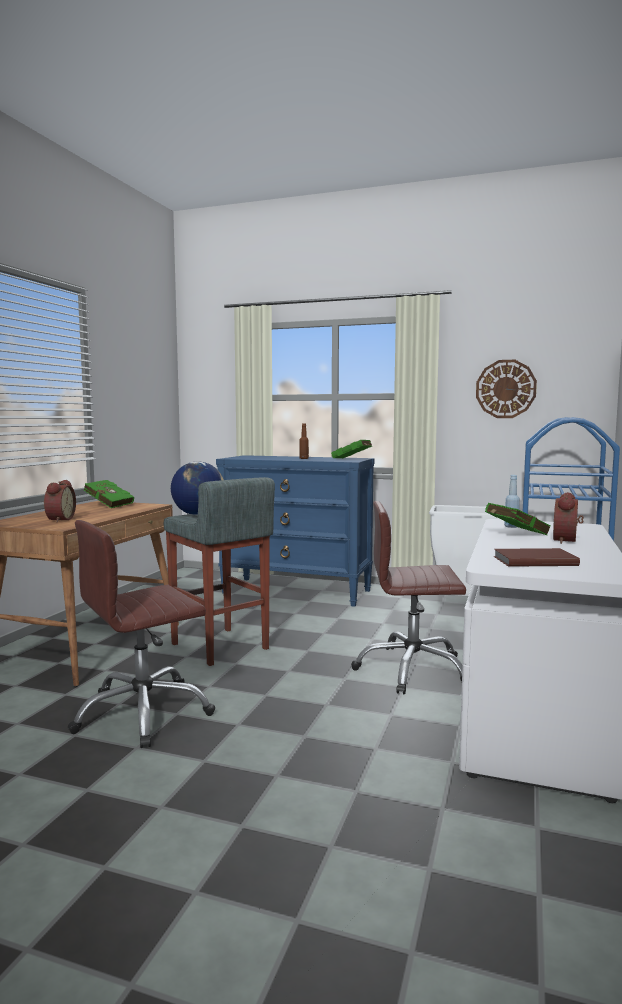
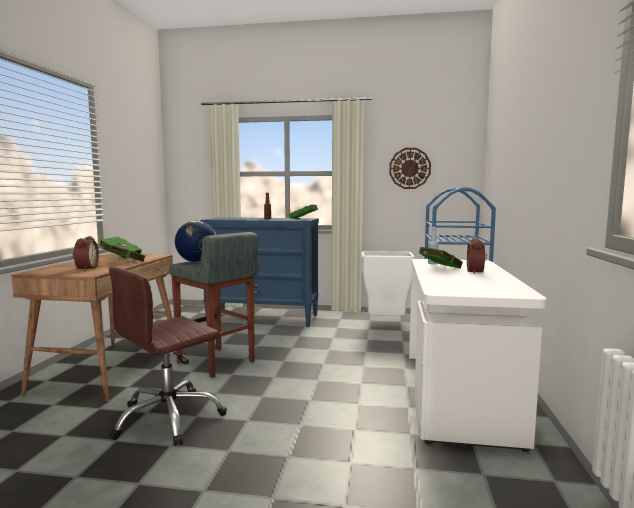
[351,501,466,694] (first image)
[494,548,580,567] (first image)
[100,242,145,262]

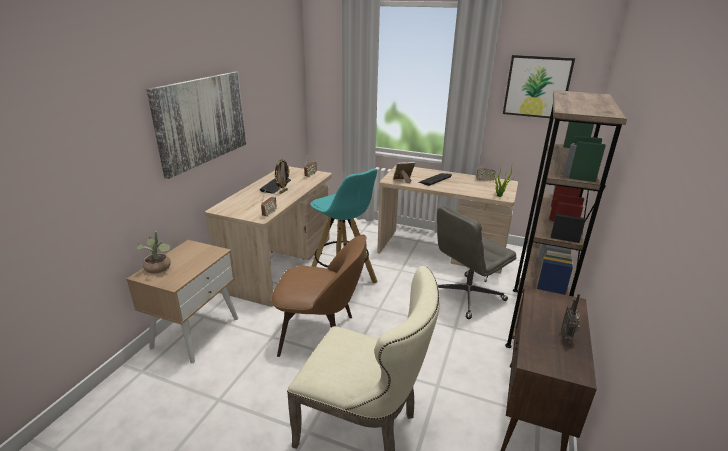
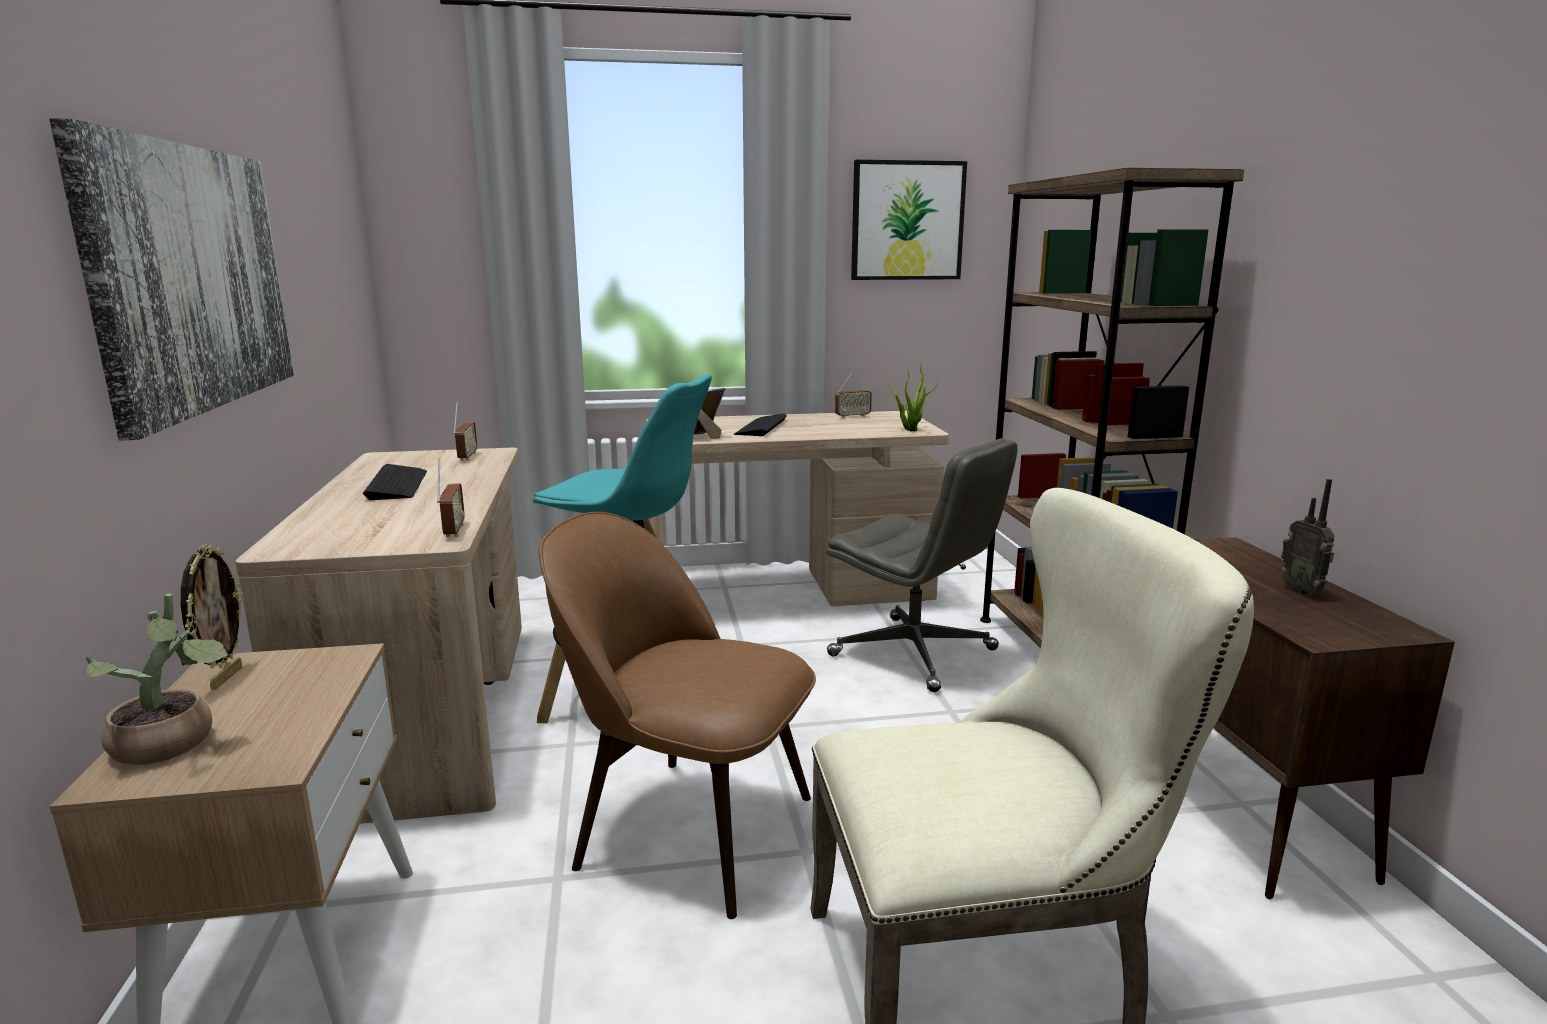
[181,544,243,690]
[827,438,1018,692]
[539,512,816,919]

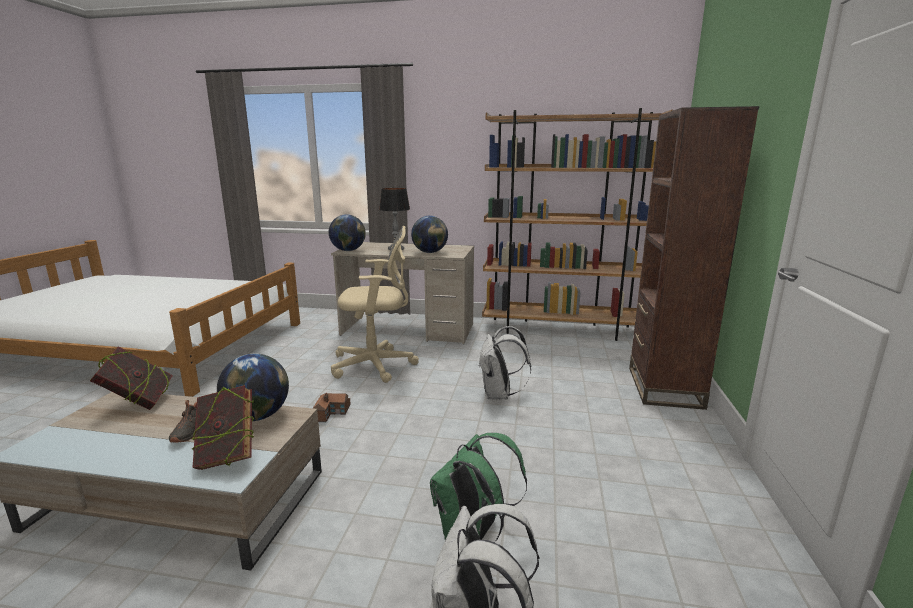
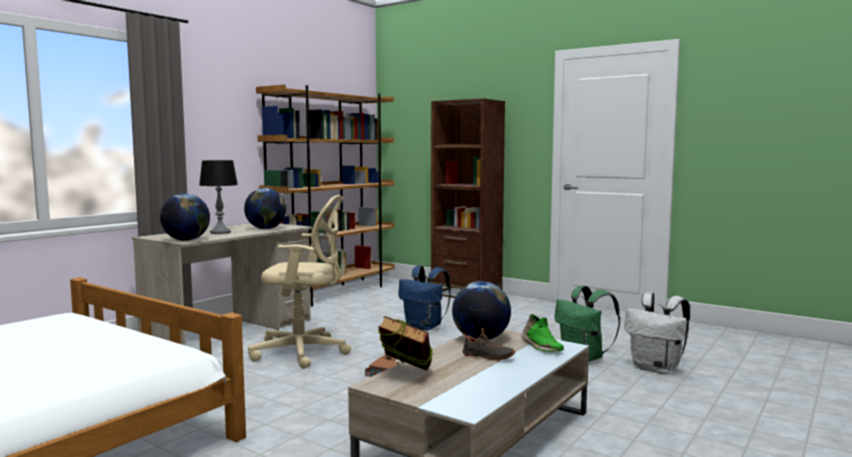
[248,195,351,369]
[398,266,451,330]
[521,314,564,352]

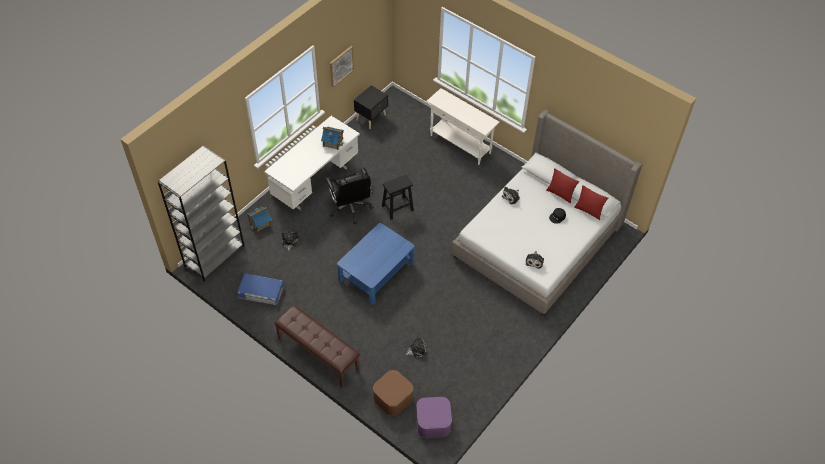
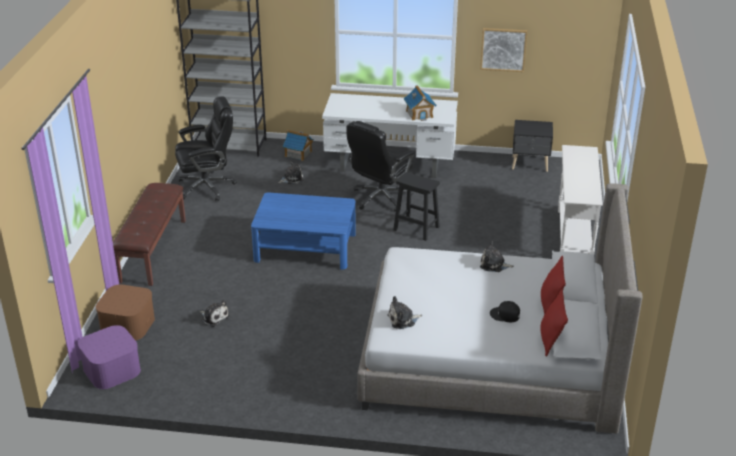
[175,96,237,201]

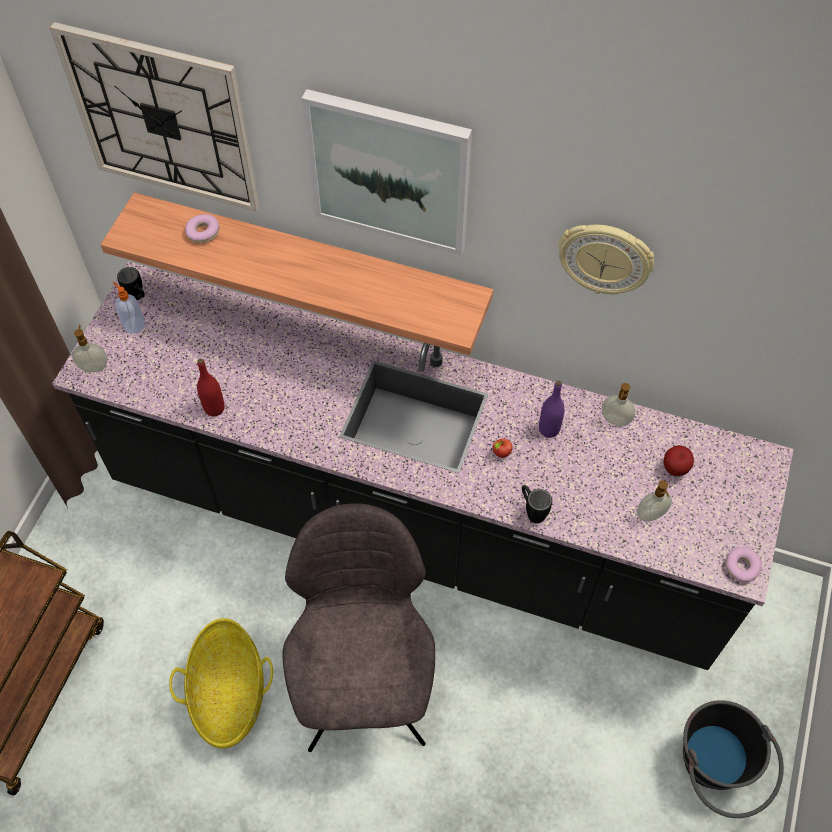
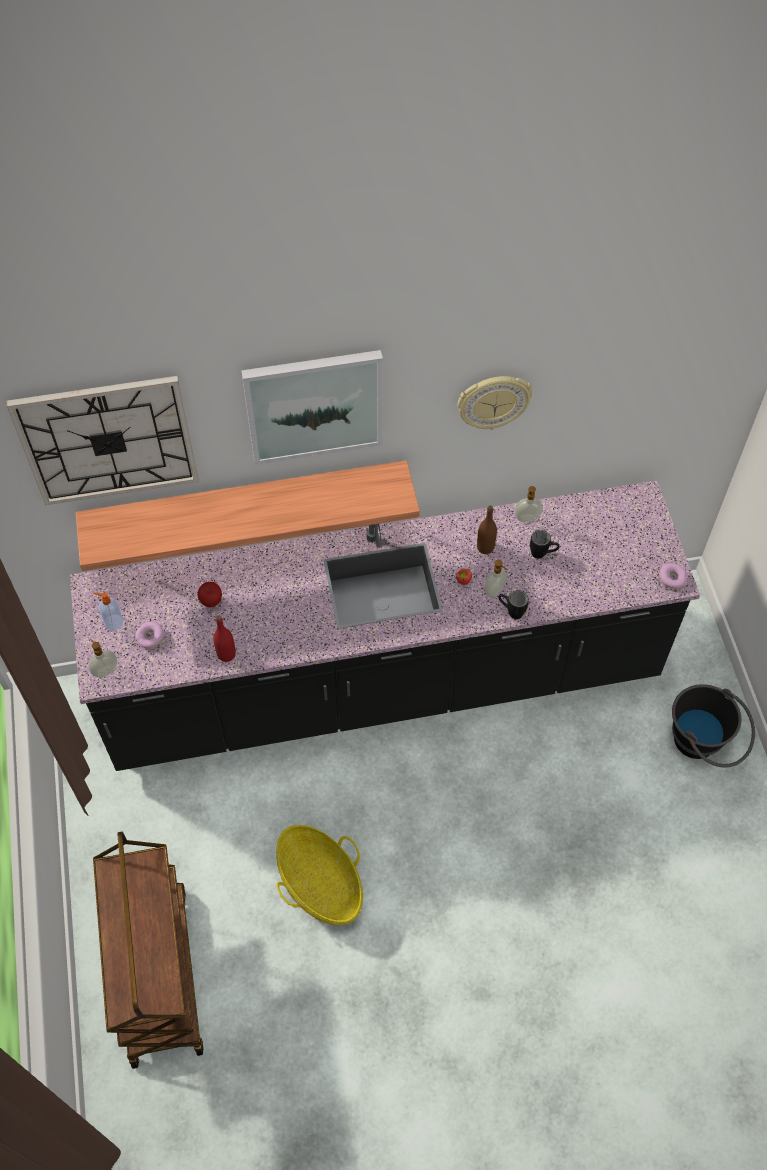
[135,621,164,649]
[530,530,560,559]
[477,506,497,554]
[197,582,222,607]
[485,560,507,598]
[283,503,435,752] (first image)

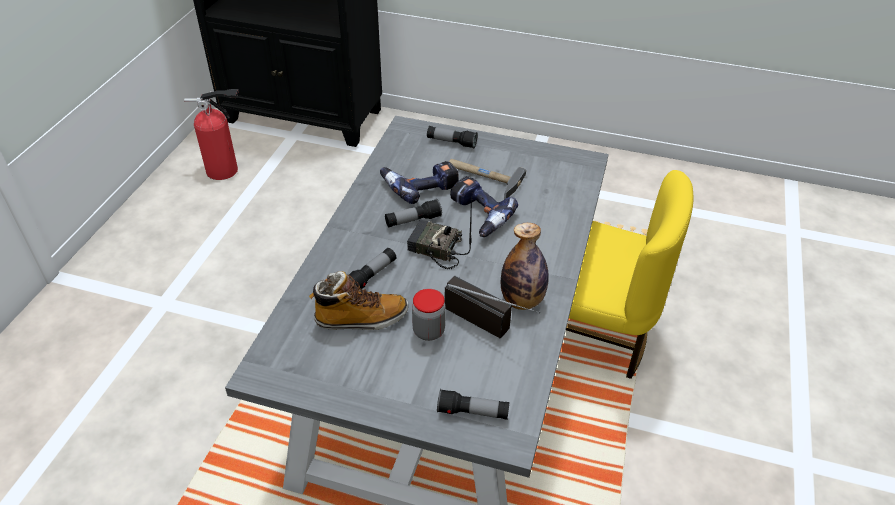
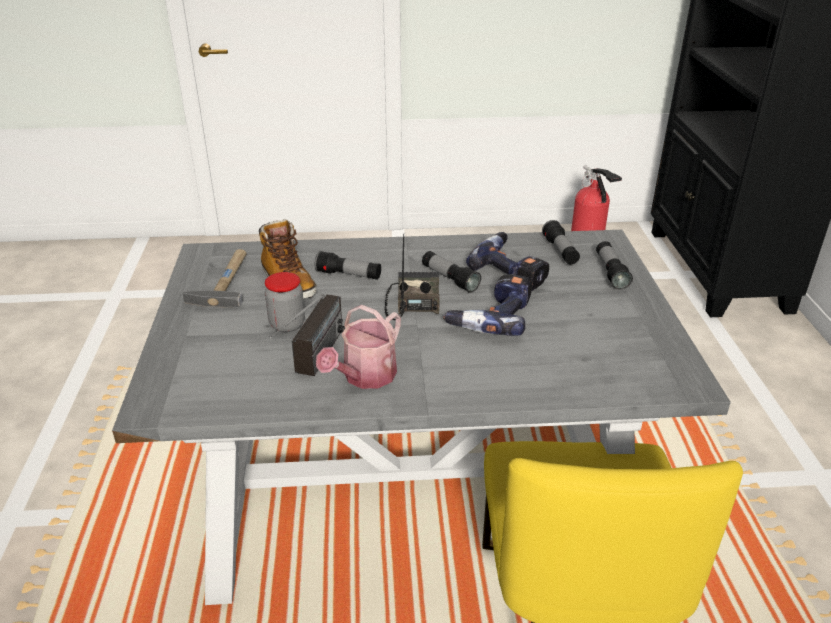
[182,249,247,307]
[316,305,401,389]
[542,220,580,264]

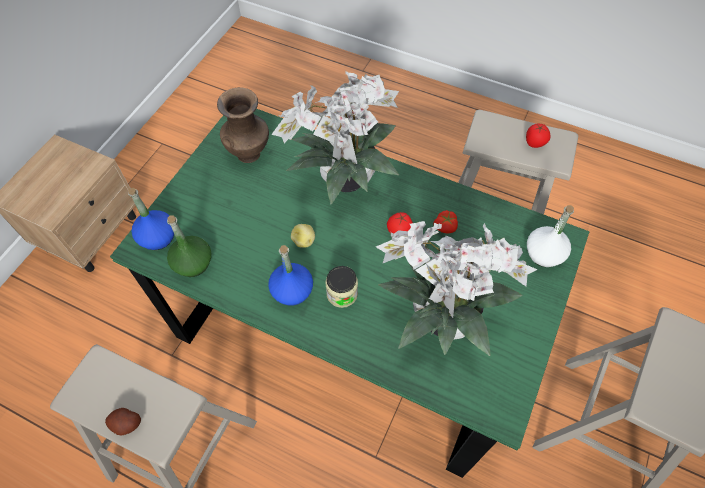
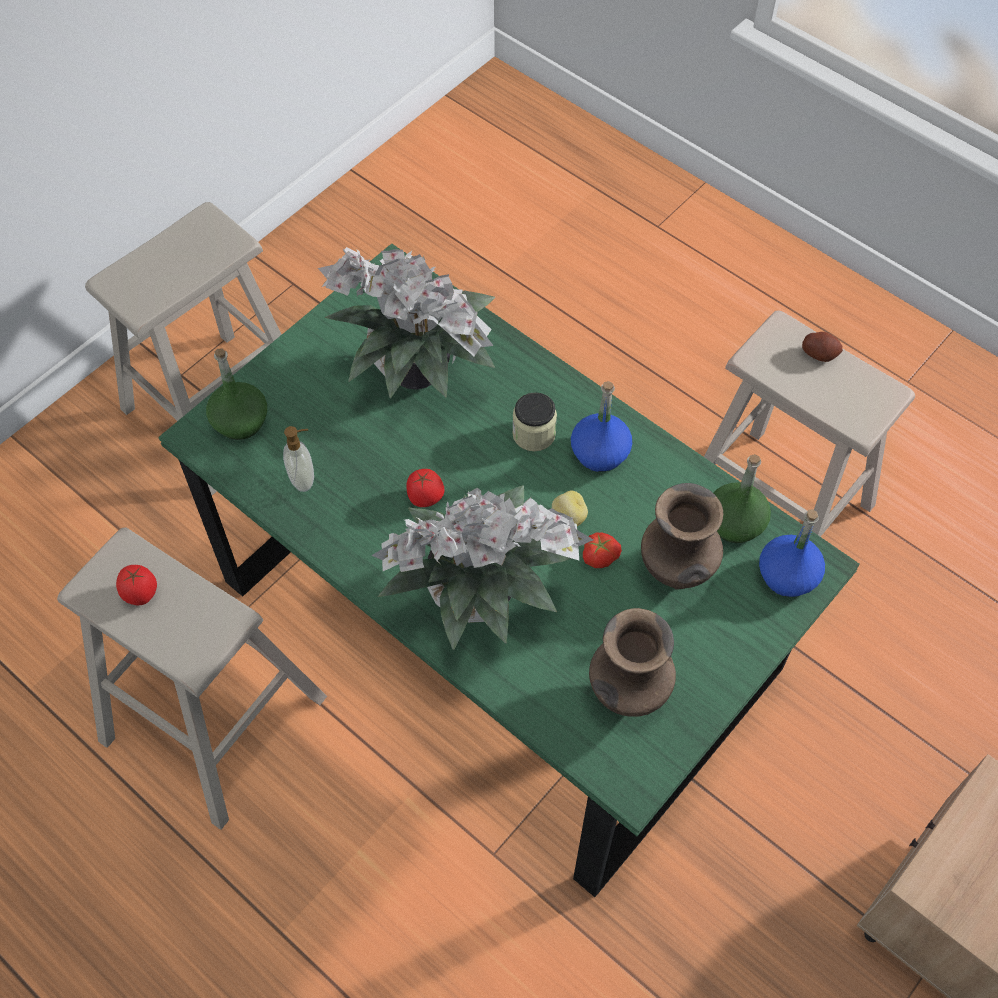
[206,349,267,440]
[583,532,622,568]
[283,426,314,492]
[641,483,723,589]

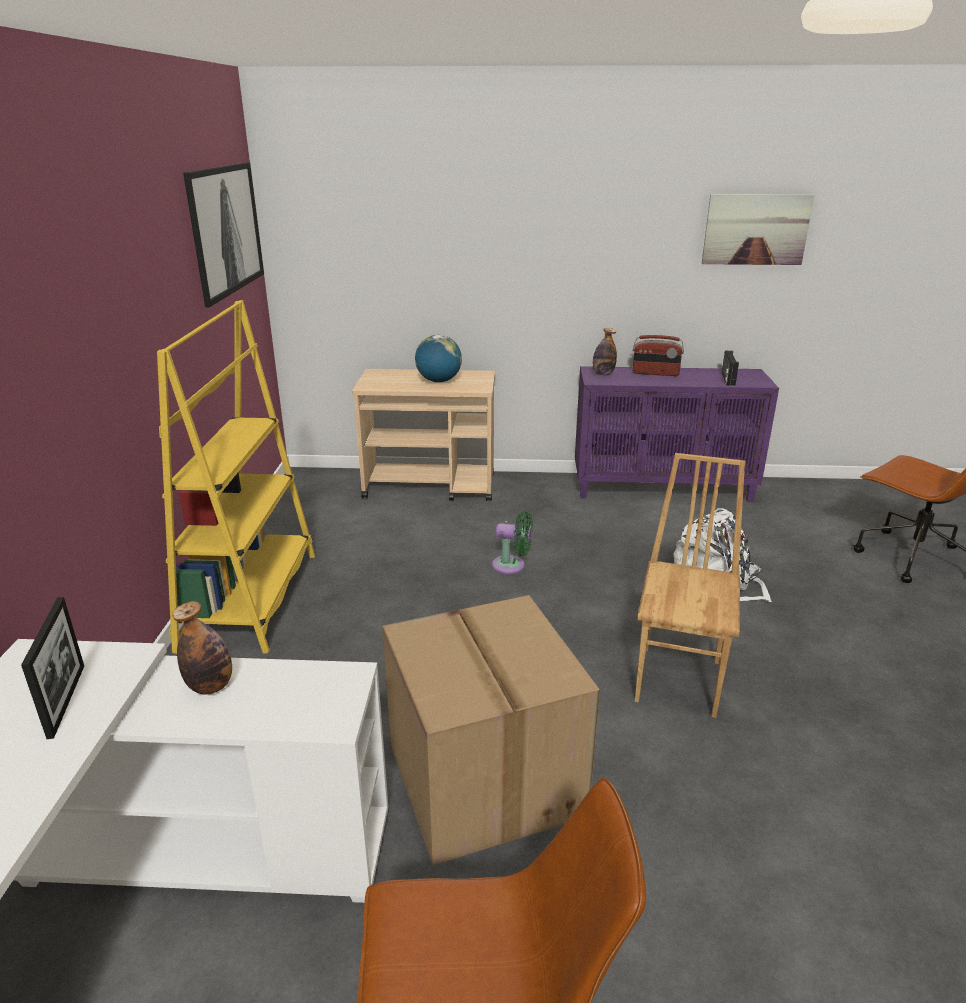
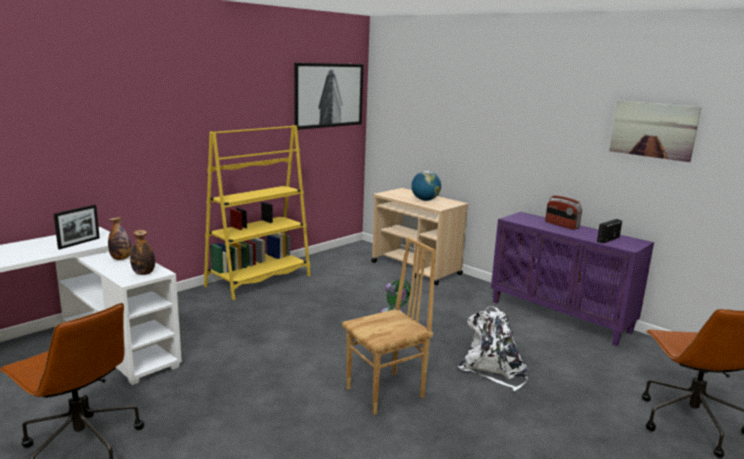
[130,230,155,275]
[382,595,600,865] (first image)

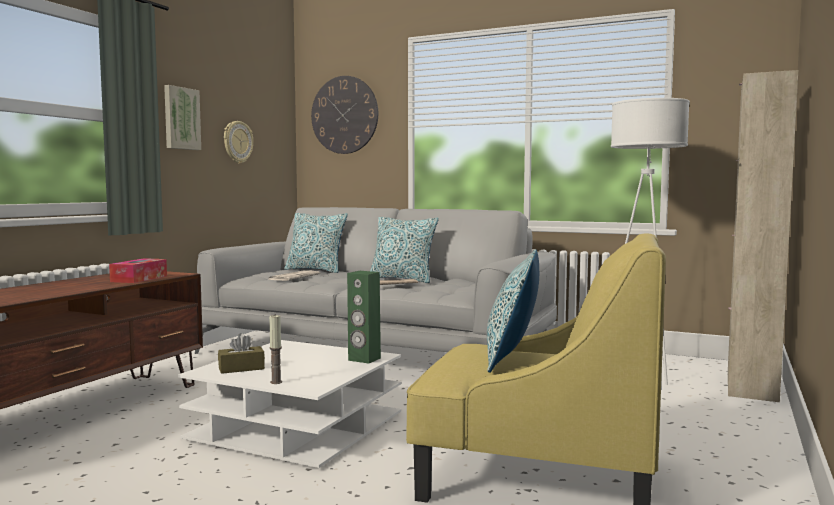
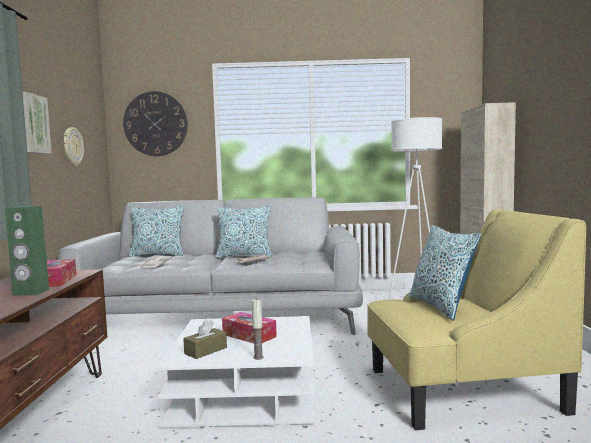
[5,206,49,296]
[222,312,277,344]

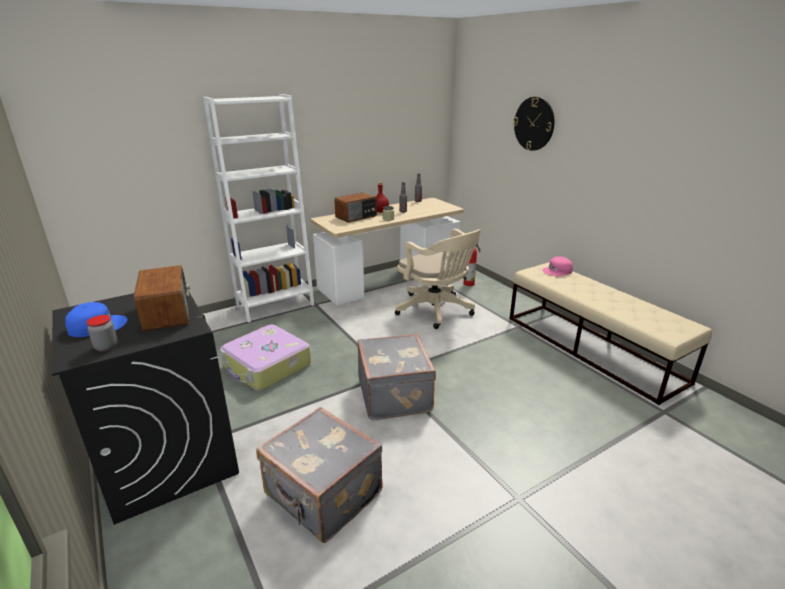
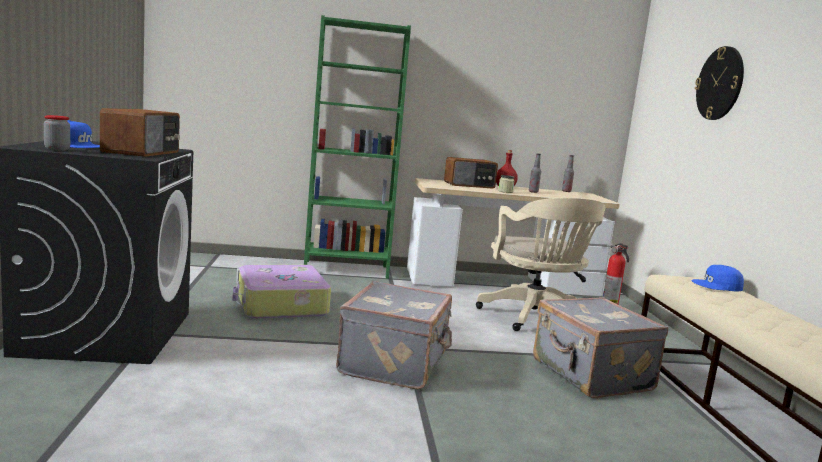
[304,15,411,279]
[691,265,744,291]
[533,297,668,398]

